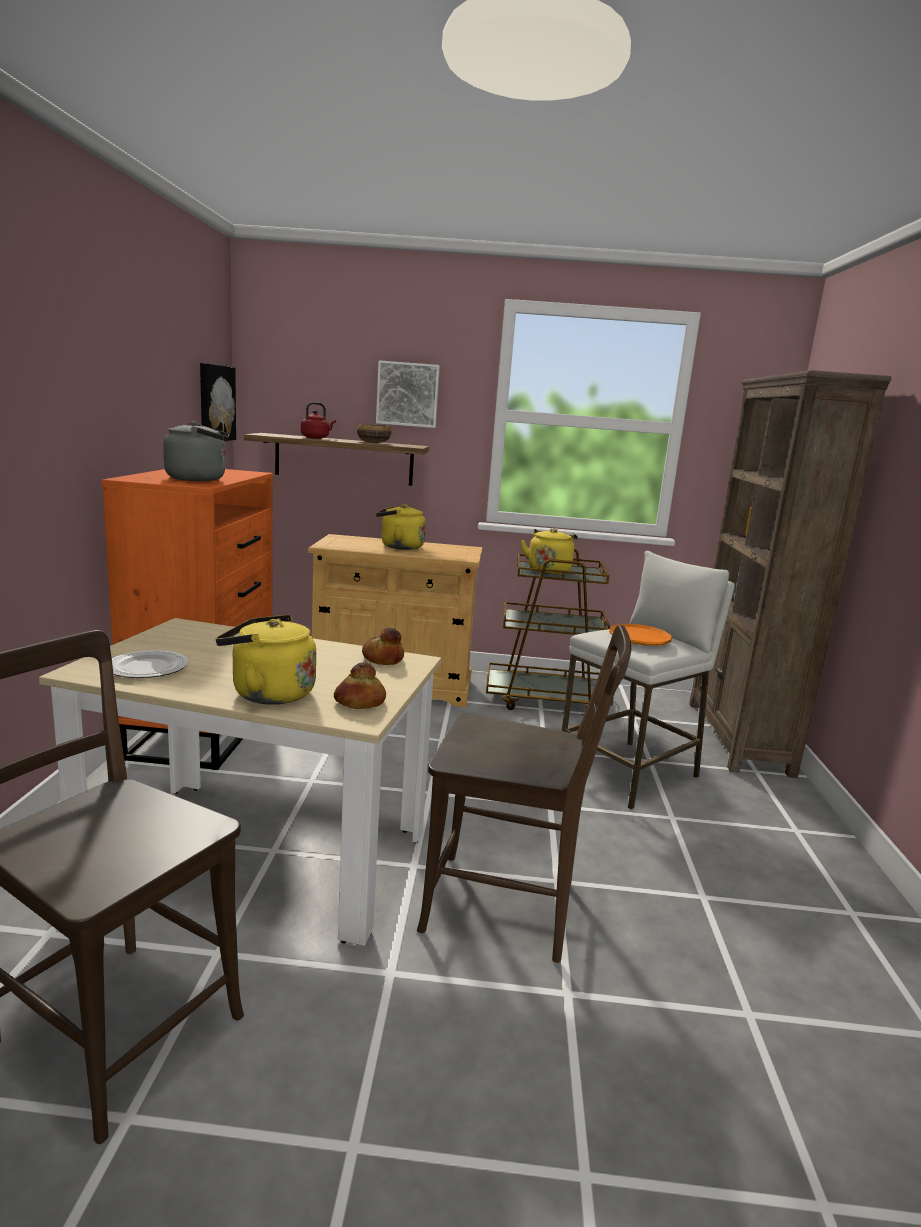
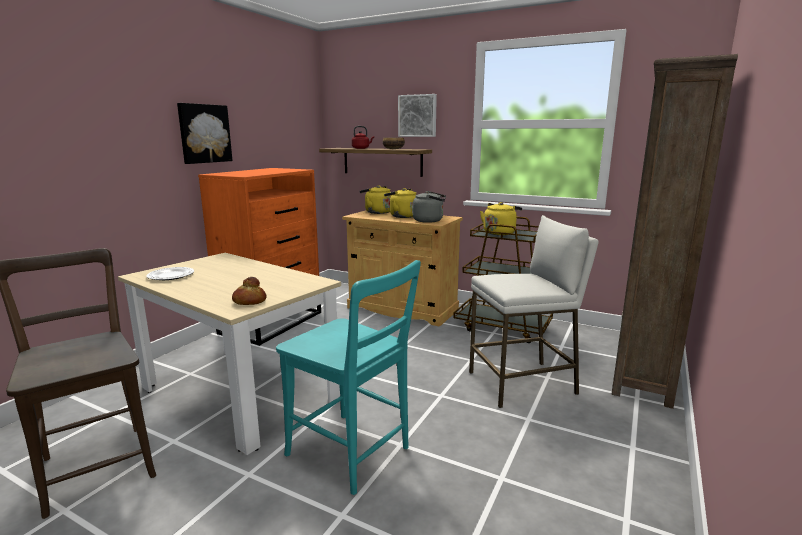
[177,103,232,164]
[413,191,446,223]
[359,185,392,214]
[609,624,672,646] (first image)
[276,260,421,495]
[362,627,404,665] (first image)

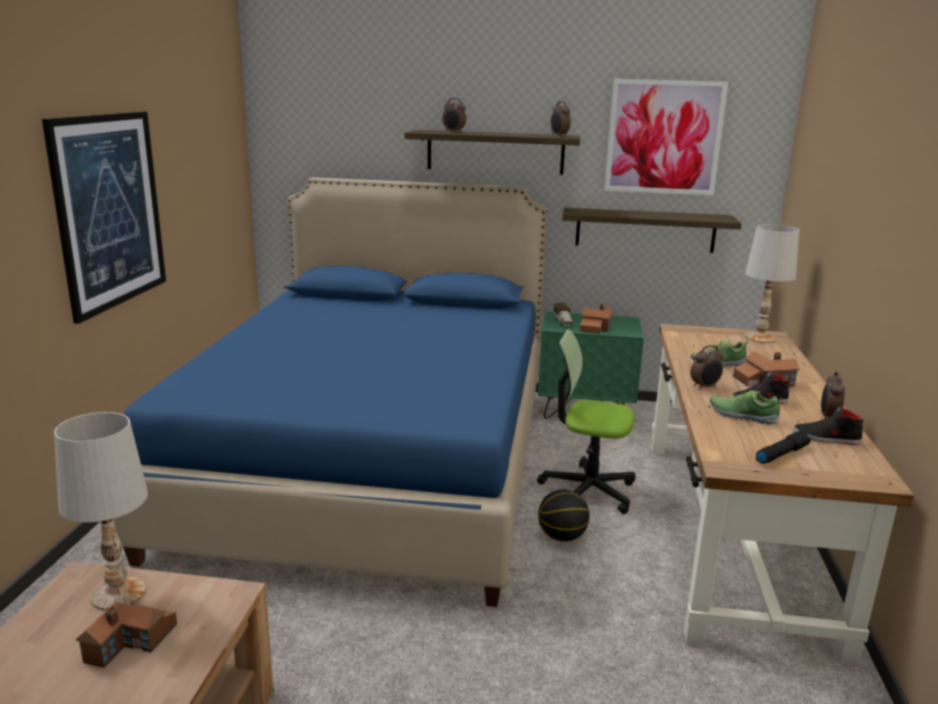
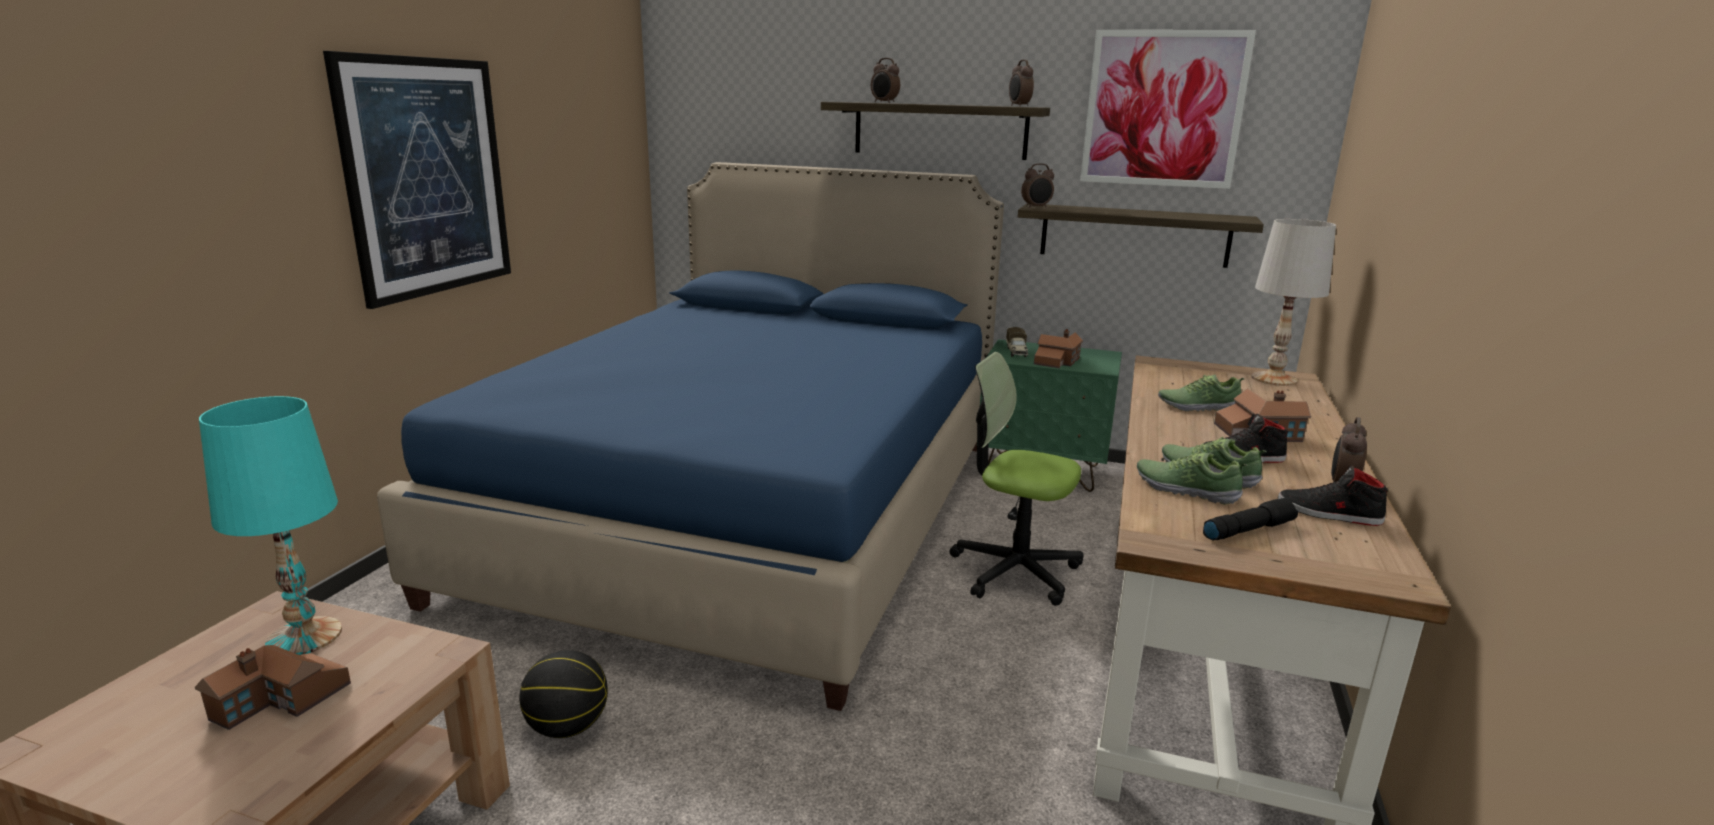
[1021,163,1054,208]
[199,396,342,655]
[520,650,608,738]
[1137,450,1247,505]

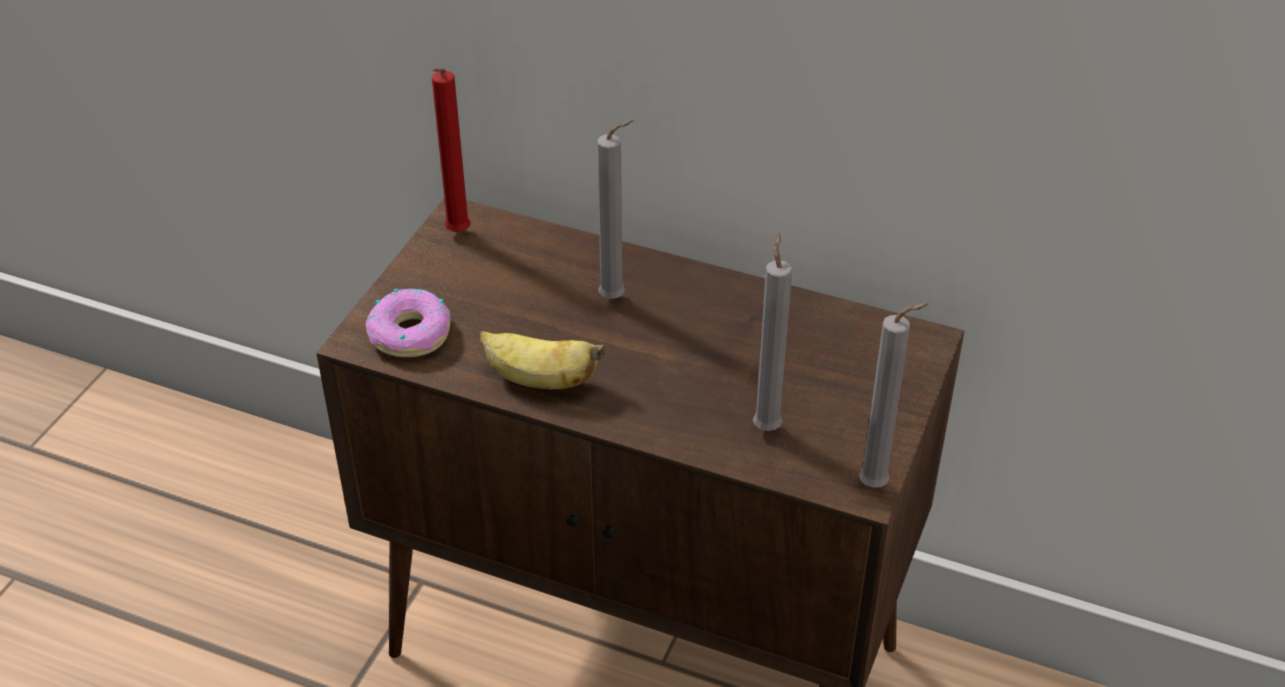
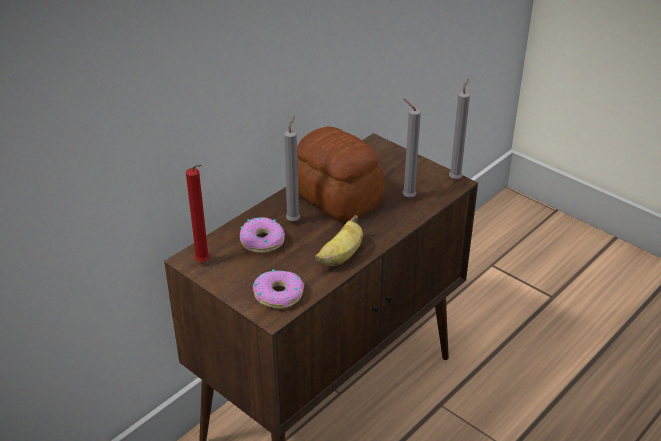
[297,127,385,221]
[240,217,285,253]

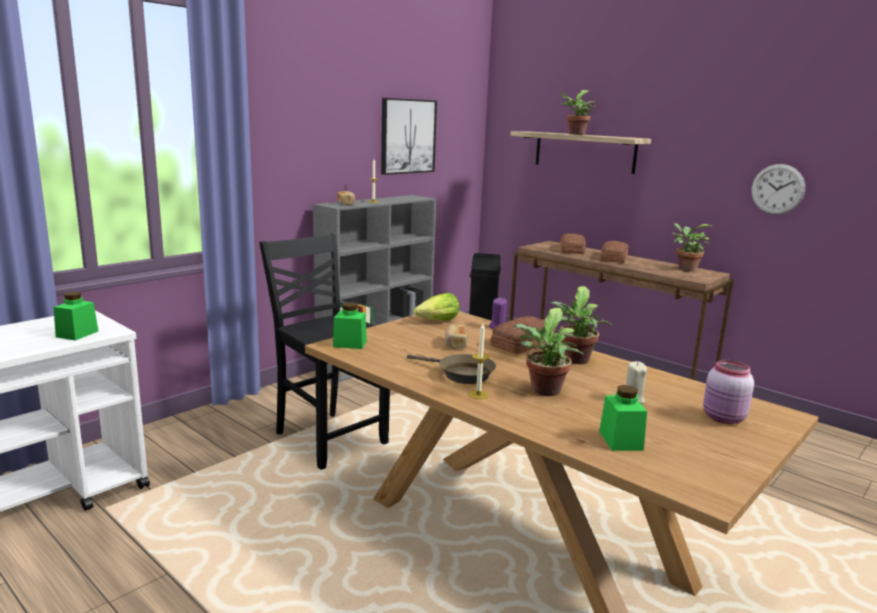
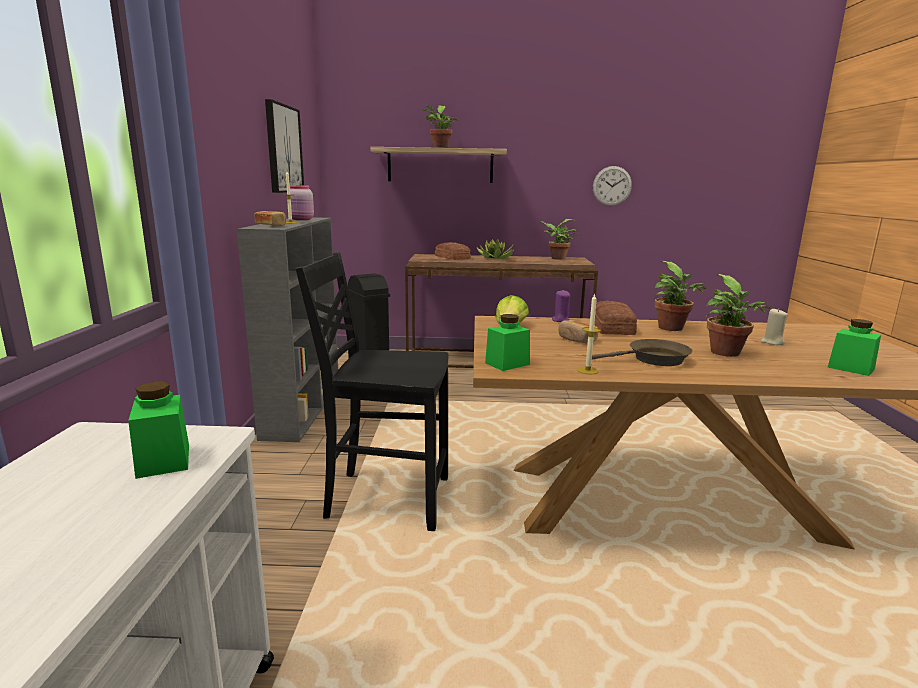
[476,238,513,259]
[577,294,601,374]
[290,185,314,220]

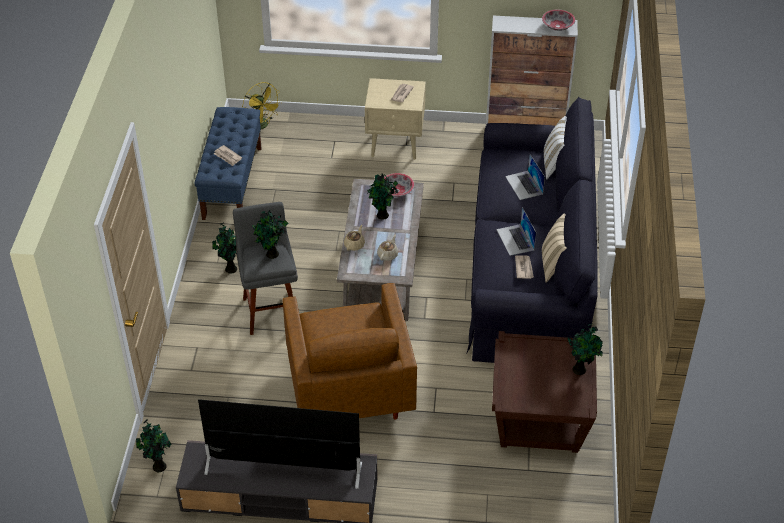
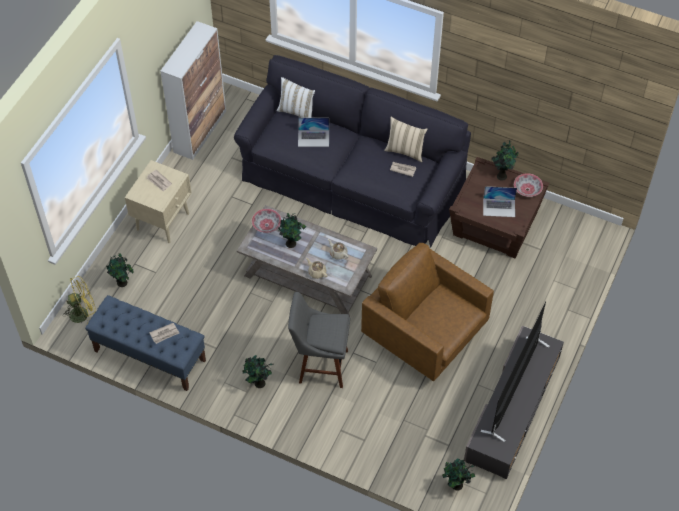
[514,173,543,197]
[483,186,517,217]
[106,253,134,287]
[361,243,494,381]

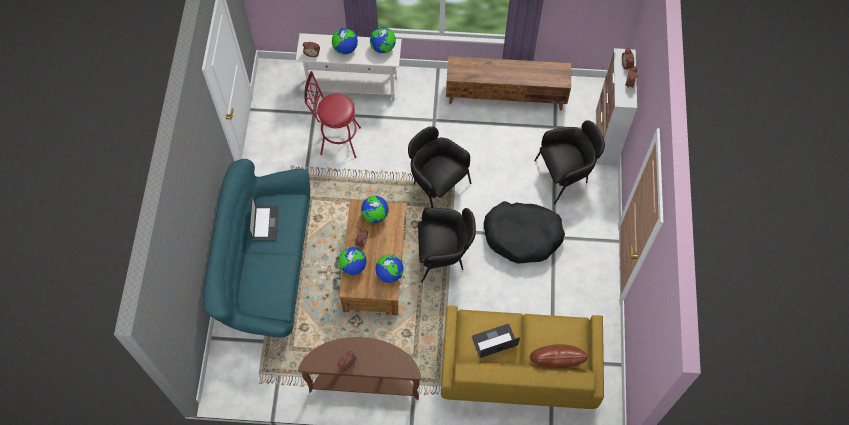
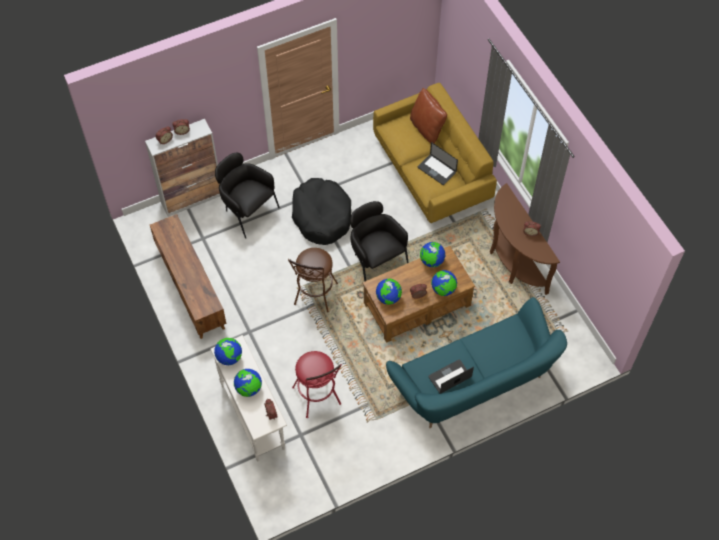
[288,248,338,313]

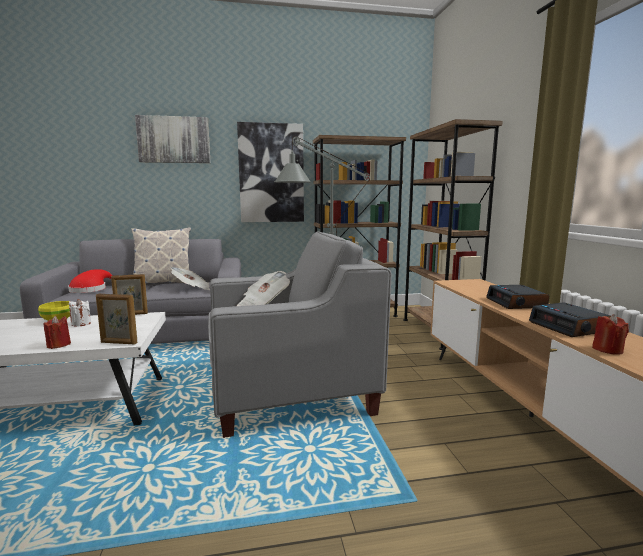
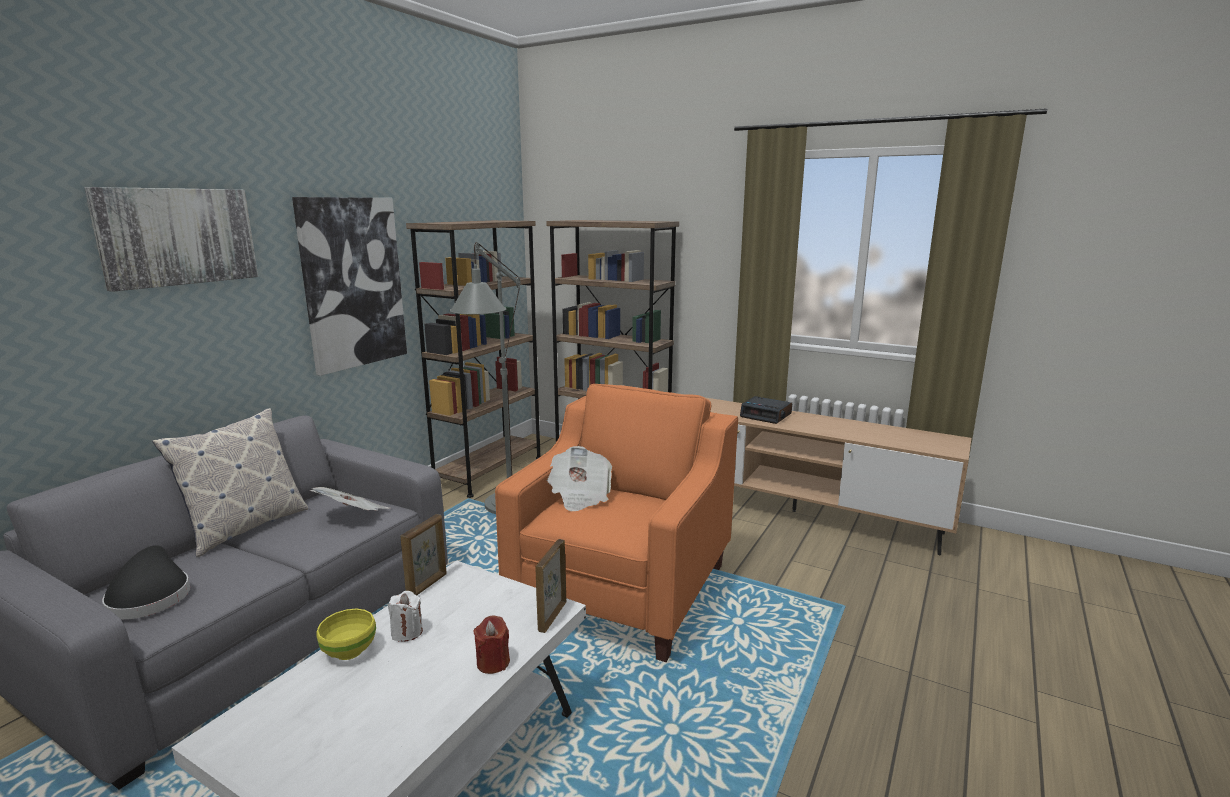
[495,384,738,662]
[102,546,190,619]
[535,539,566,633]
[529,302,611,337] (first image)
[592,314,629,355] (first image)

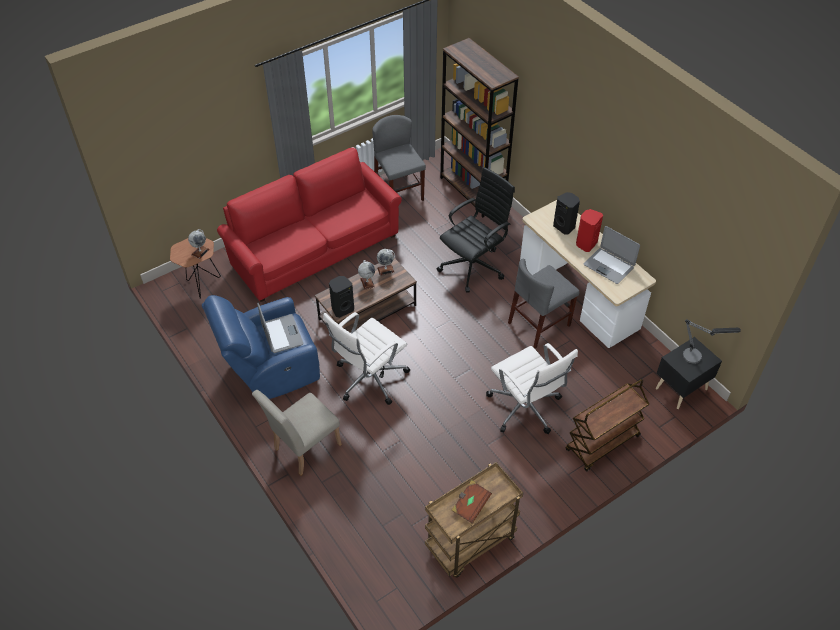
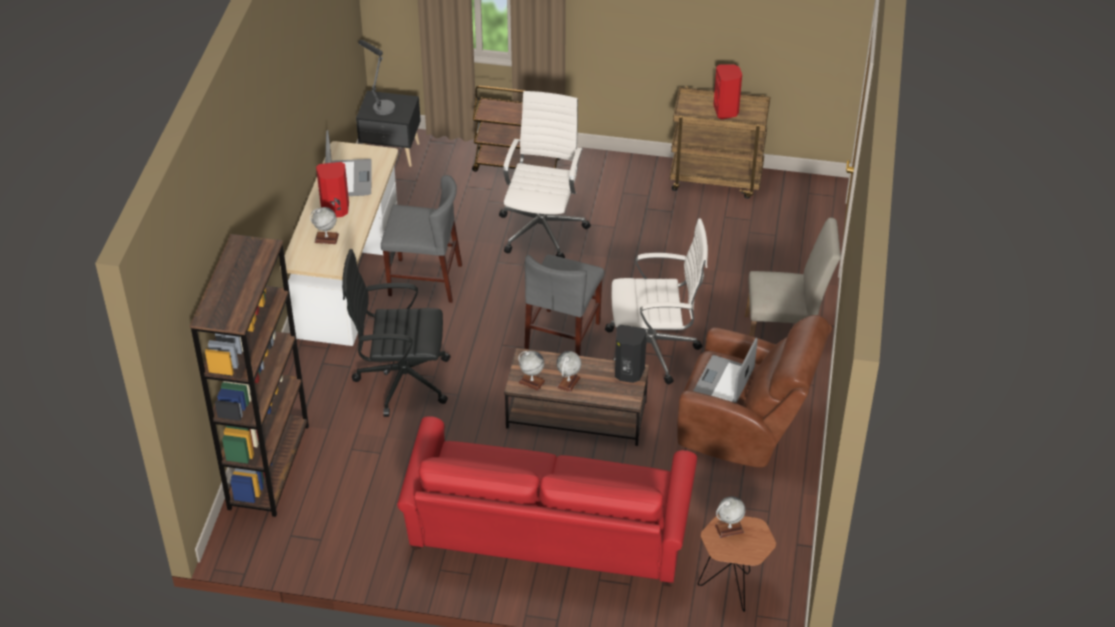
[524,255,604,356]
[310,207,339,244]
[677,315,832,467]
[713,65,742,119]

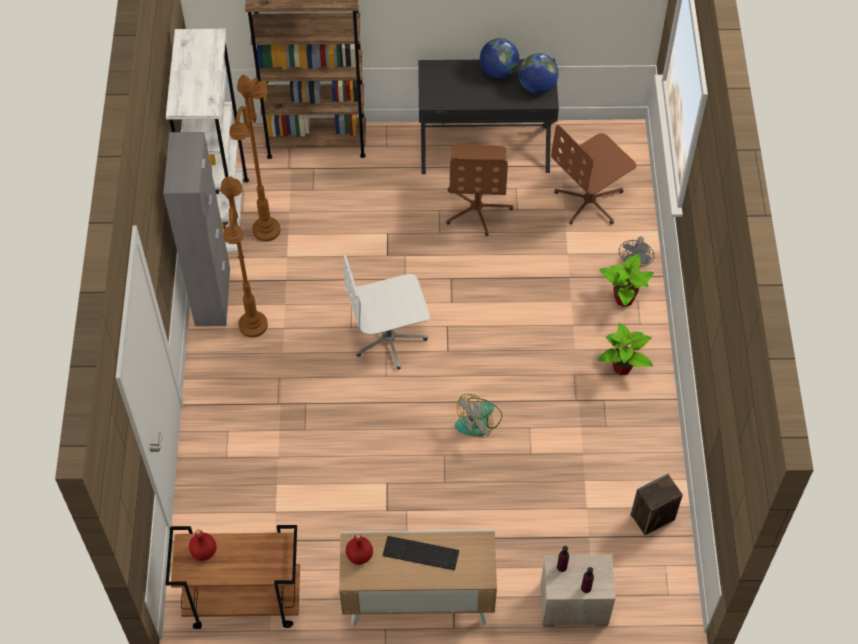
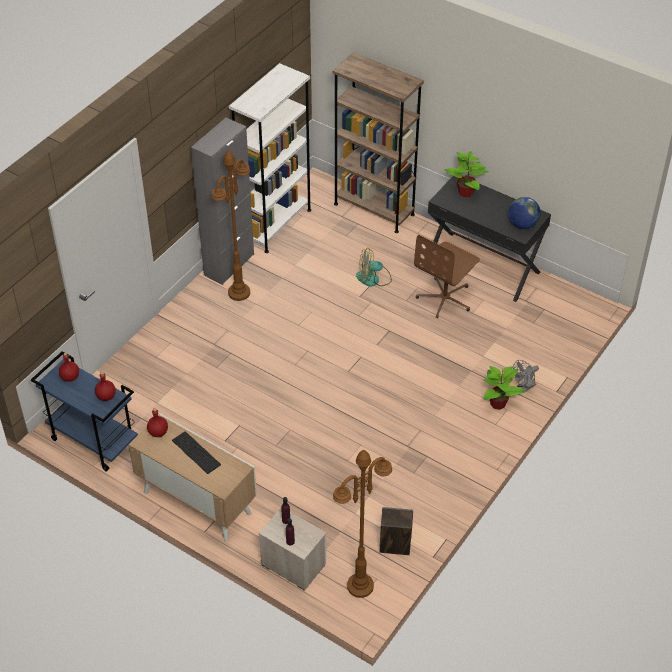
[480,38,519,78] (first image)
[333,450,392,598]
[551,125,637,225] (first image)
[344,254,430,370] (first image)
[444,151,488,198]
[356,249,392,287]
[31,351,138,472]
[95,372,116,401]

